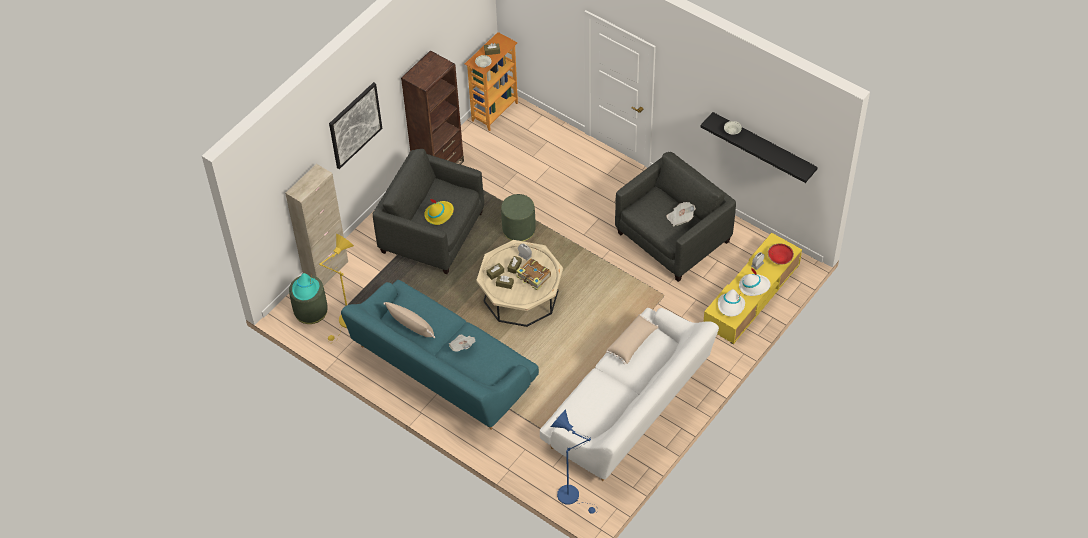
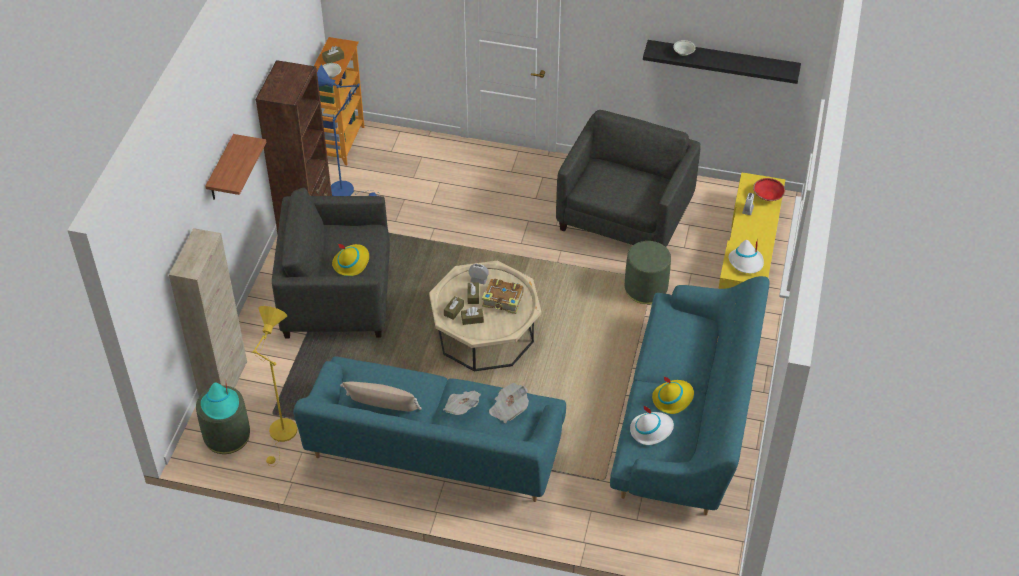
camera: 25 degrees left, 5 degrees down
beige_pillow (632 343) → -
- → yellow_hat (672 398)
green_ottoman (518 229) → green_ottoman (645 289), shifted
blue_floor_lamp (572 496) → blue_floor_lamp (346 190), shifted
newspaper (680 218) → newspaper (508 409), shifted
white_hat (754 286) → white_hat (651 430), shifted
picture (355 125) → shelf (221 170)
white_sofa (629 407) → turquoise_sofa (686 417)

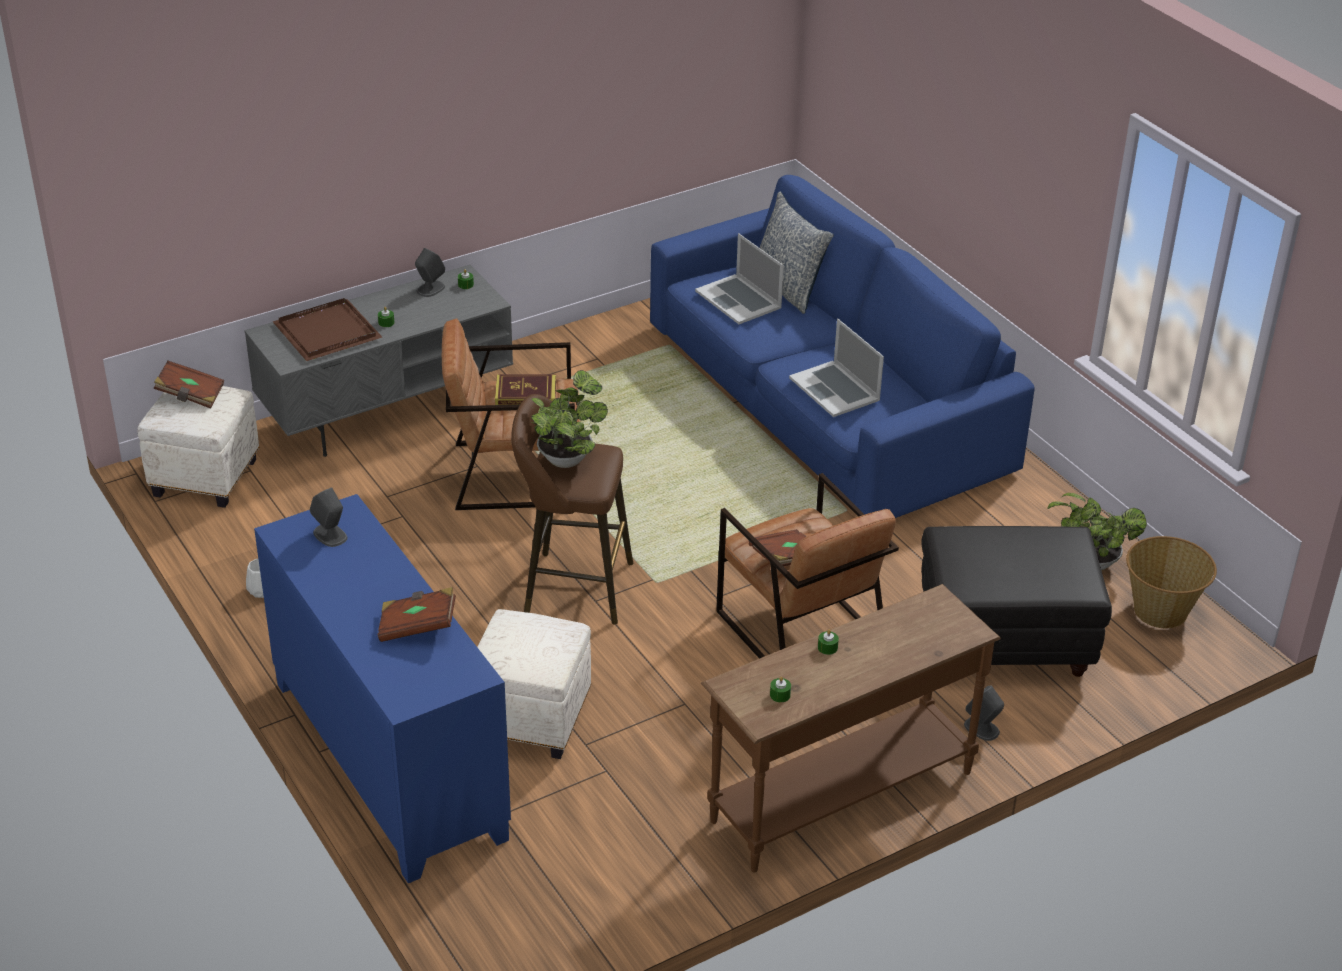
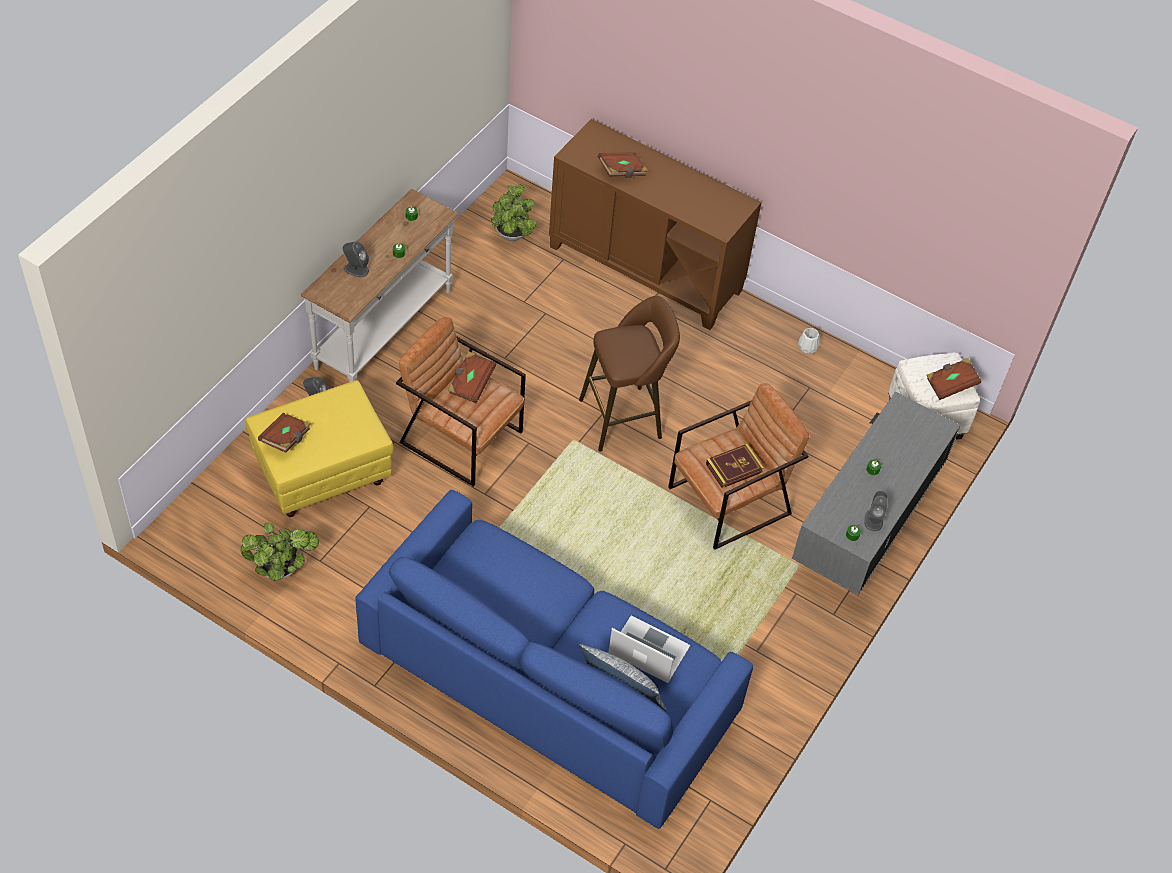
camera: 150 degrees right, 15 degrees up
brown_tray (328 331) → -
white_ottoman (532 720) → -
laptop (835 389) → -
basket (1161 611) → -
- → brown_book (286 439)
grey_speaker (330 535) → grey_speaker (356 269), shifted
potted_plant (567 457) → potted_plant (512 236), shifted
blue_cabinet (386 760) → brown_cabinet (646 268)
brown_console_table (840 795) → white_console_table (385 330)
black_ottoman (1004 641) → yellow_ottoman (323 474)

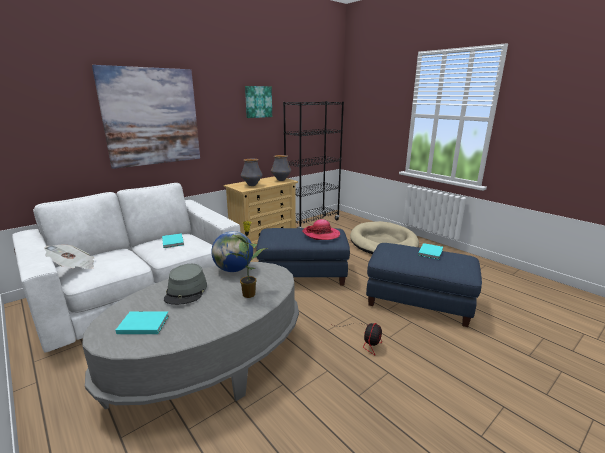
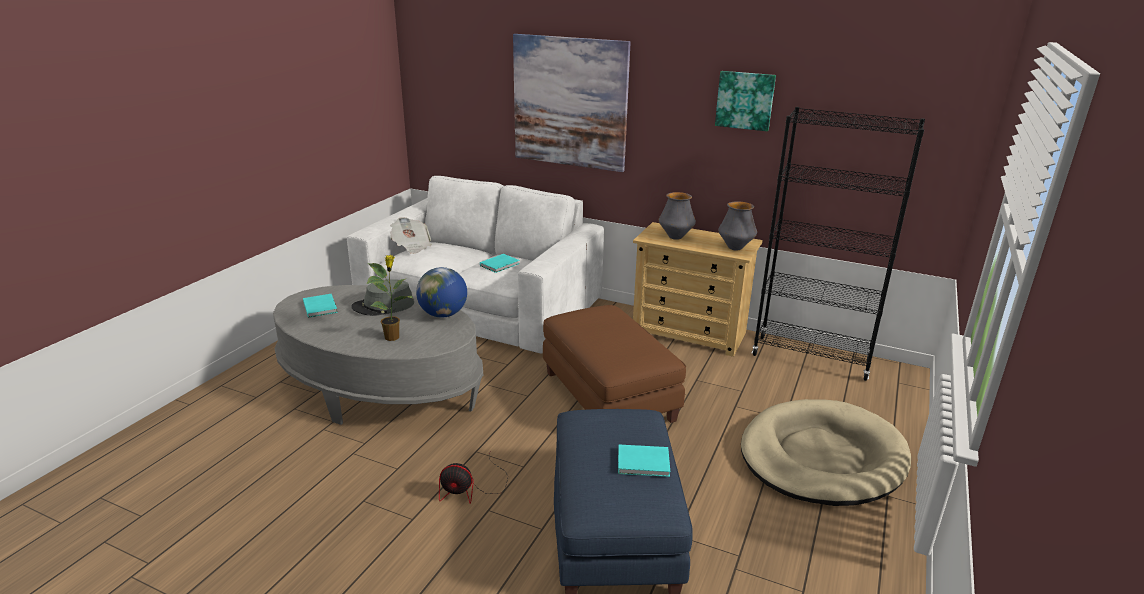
camera: 65 degrees right, 5 degrees up
hat (321 234) → -
blue_ottoman (302 273) → brown_ottoman (608 395)

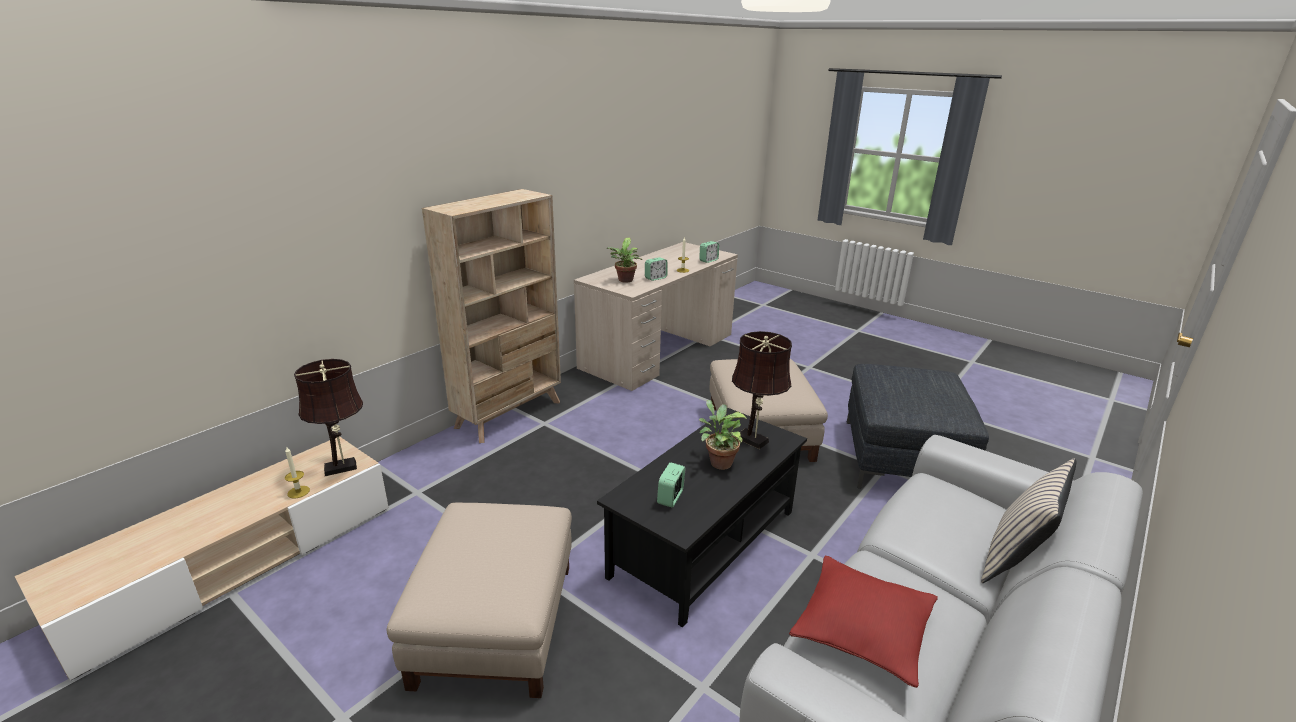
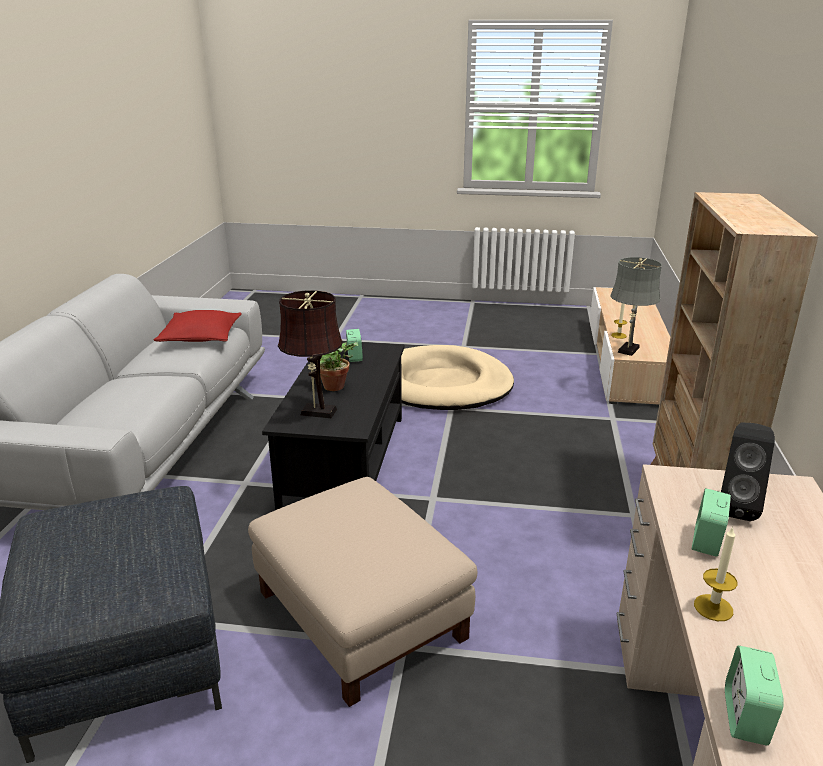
camera: 150 degrees right, 0 degrees up
beige_pillow (1015 559) → -
beige_ottoman (494 622) → beige_dog_bed (443 384)
potted_plant (625 280) → black_speaker (736 507)
brown_table_lamp (344 467) → grey_table_lamp (627 351)

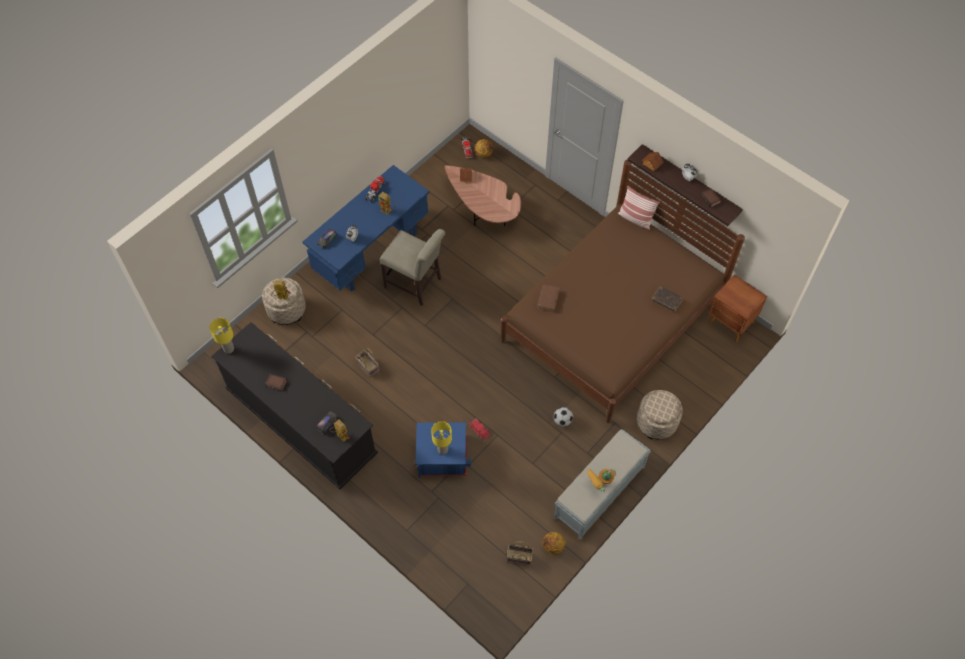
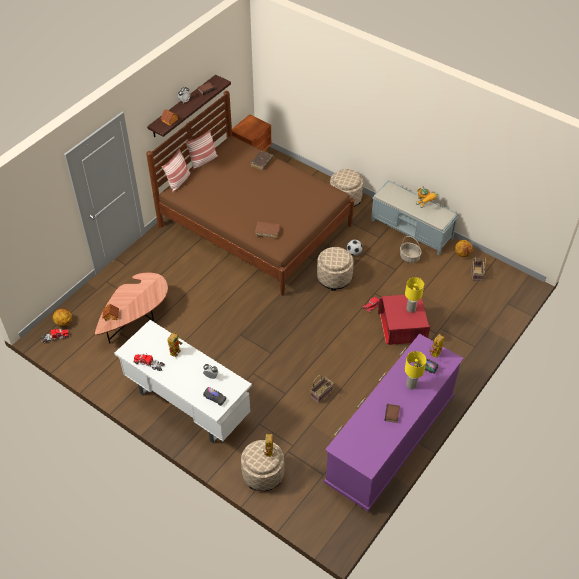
camera: 95 degrees left, 10 degrees down
beige_chair (415 284) → -
- → pillow (203 161)
- → beige_ottoman (334 278)
- → basket (409 257)
yellow_table_lamp (228 349) → yellow_table_lamp (411 385), shifted
black_dresser (301 422) → purple_dresser (390 440)
blue_desk (372 252) → white_desk (187 405)
blue_storage_box (442 455) → red_storage_box (401 329)

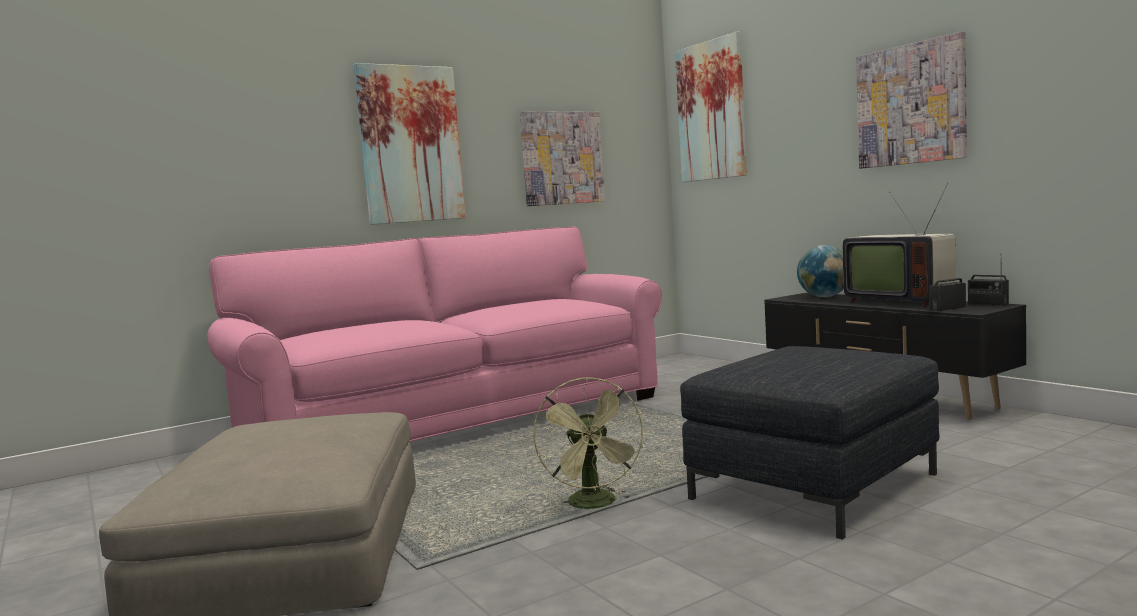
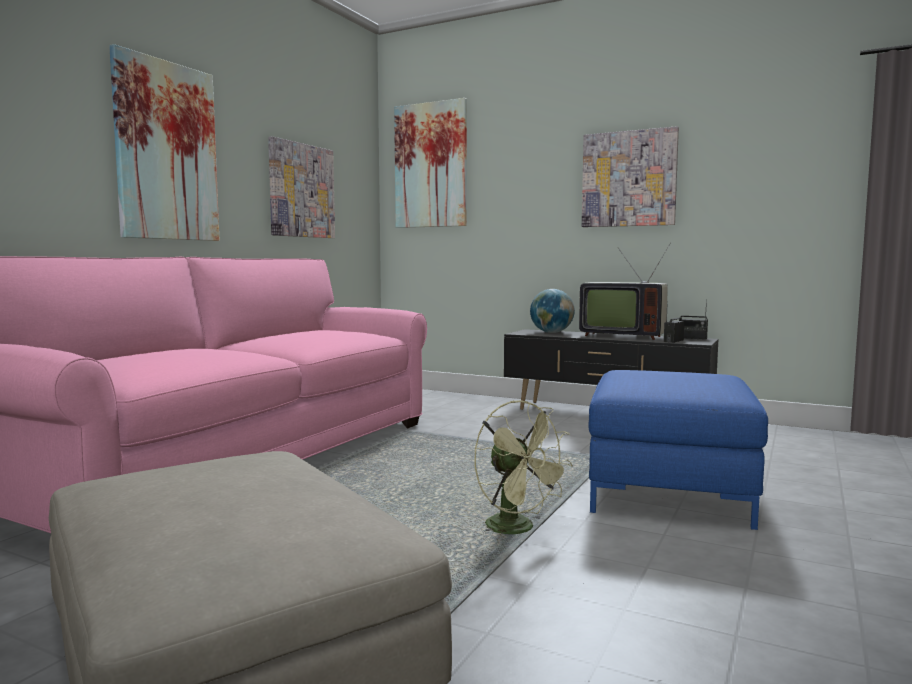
camera: 30 degrees left, 0 degrees up
grey_ottoman (813 486) → blue_ottoman (668 489)

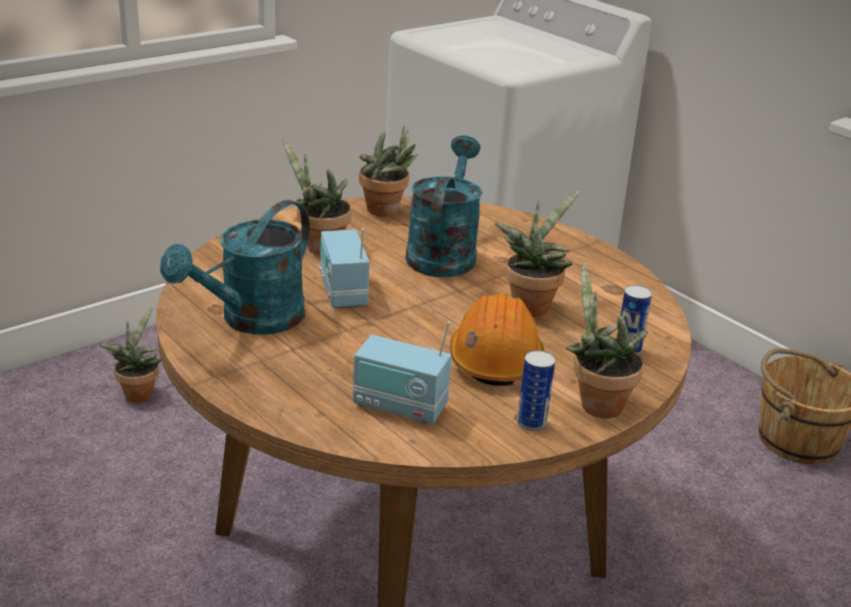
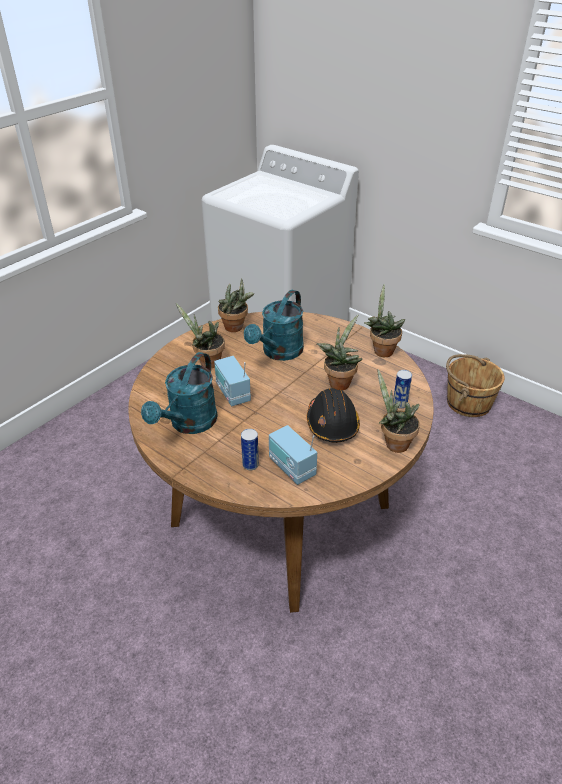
camera: 10 degrees left, 10 degrees up
potted_plant (138 393) → potted_plant (381 350), shifted
can (531 423) → can (250 465), shifted
orange_hard_hat (495 359) → black_hard_hat (332 424)
radio (399 407) → radio (291 468), 45 degrees clockwise
turquoise_watering_can (443 252) → turquoise_watering_can (279 353), 150 degrees counterclockwise

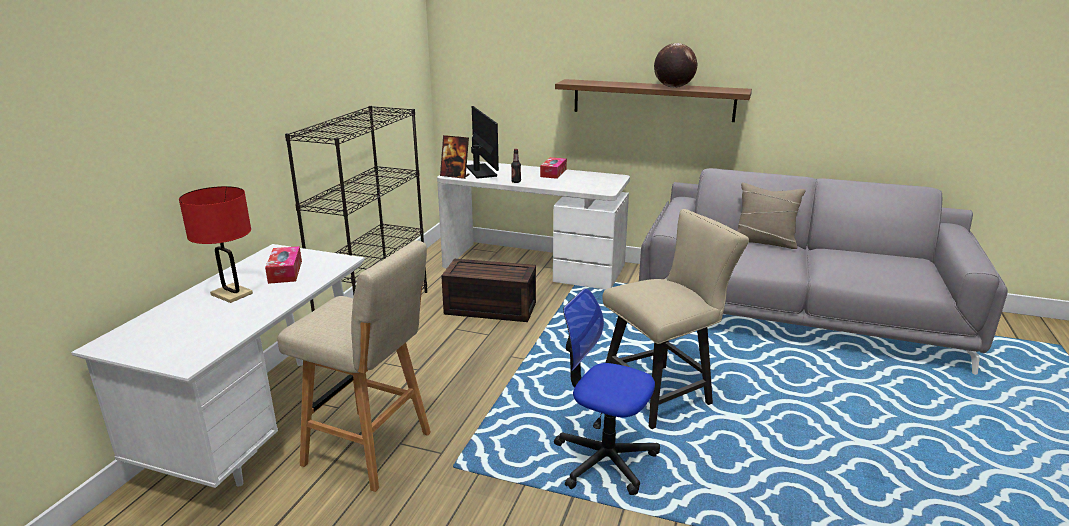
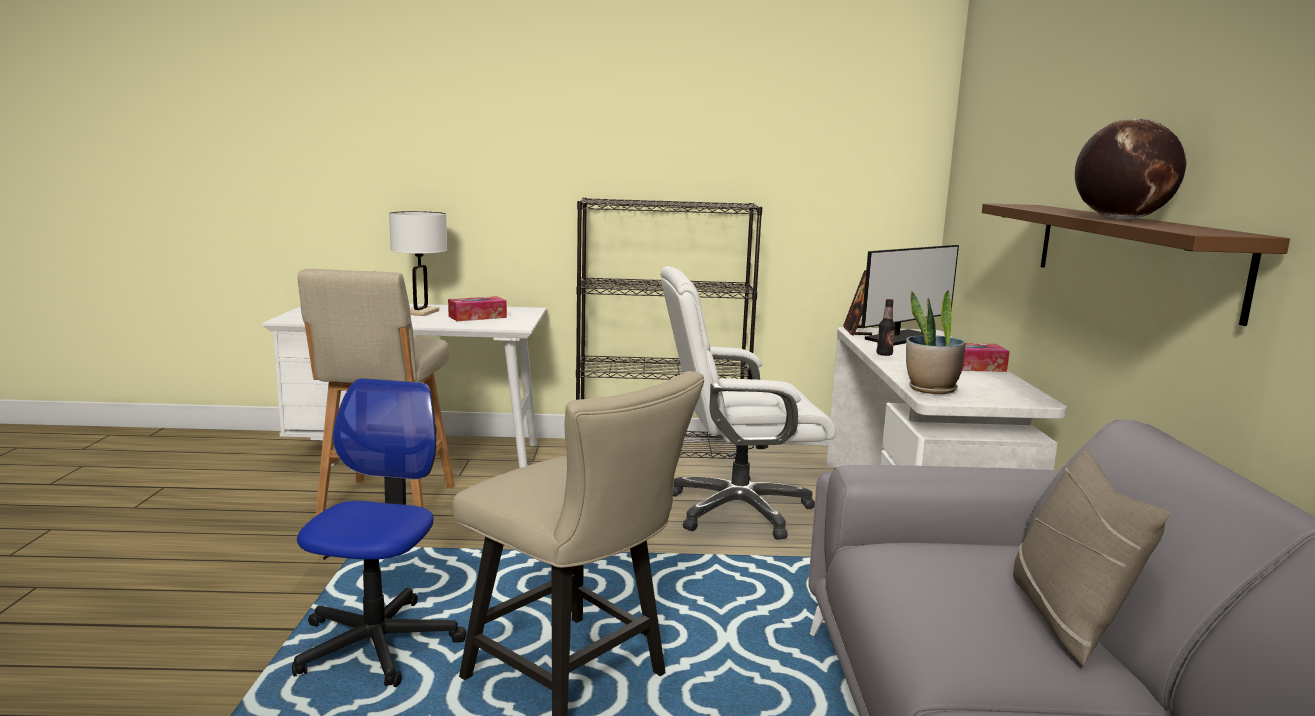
camera: 70 degrees right, 10 degrees down
- → potted_plant (931 389)
brown_storage_box (489 309) → white_office_chair (737 509)
red_table_lamp (232 294) → white_table_lamp (421 312)

